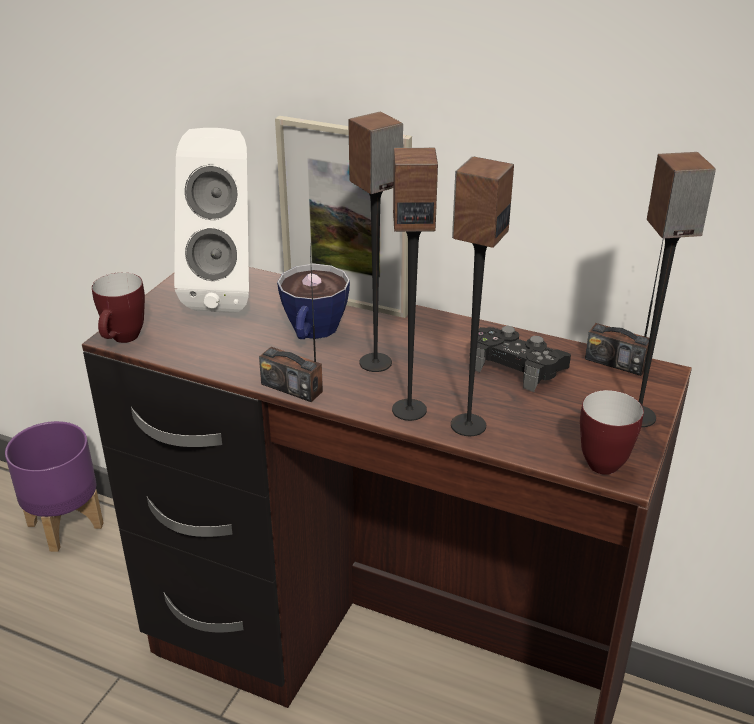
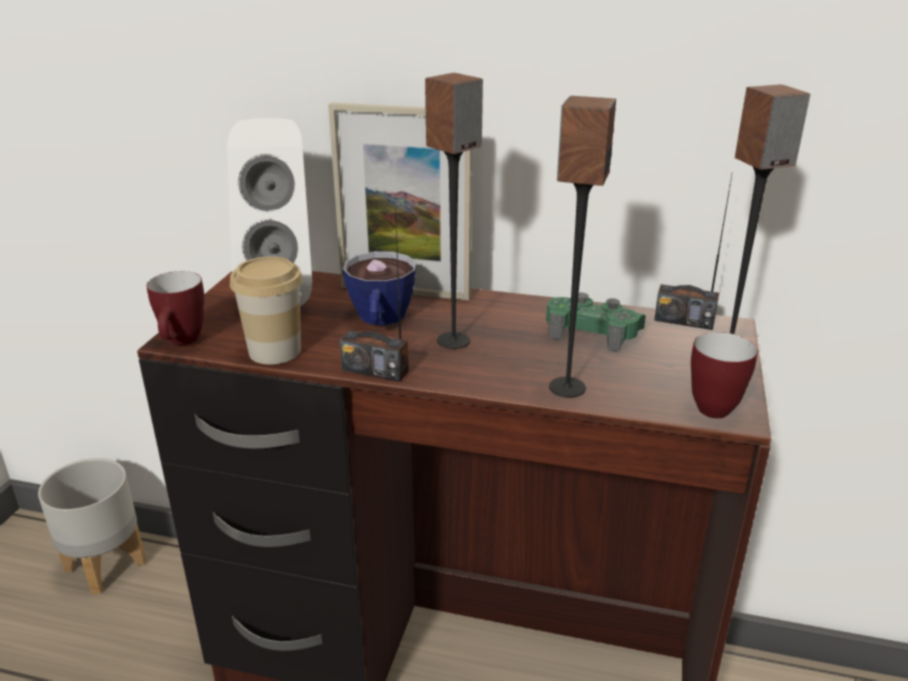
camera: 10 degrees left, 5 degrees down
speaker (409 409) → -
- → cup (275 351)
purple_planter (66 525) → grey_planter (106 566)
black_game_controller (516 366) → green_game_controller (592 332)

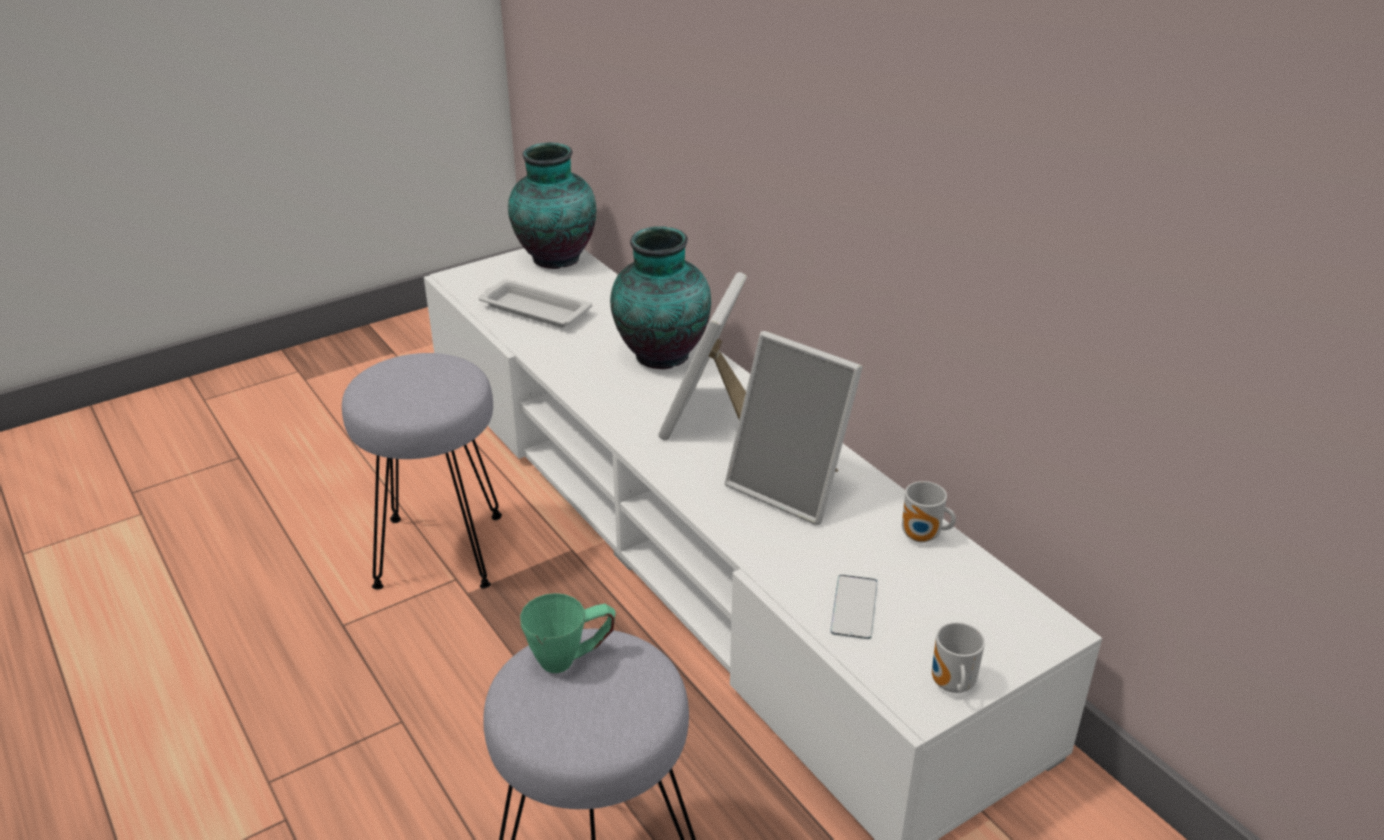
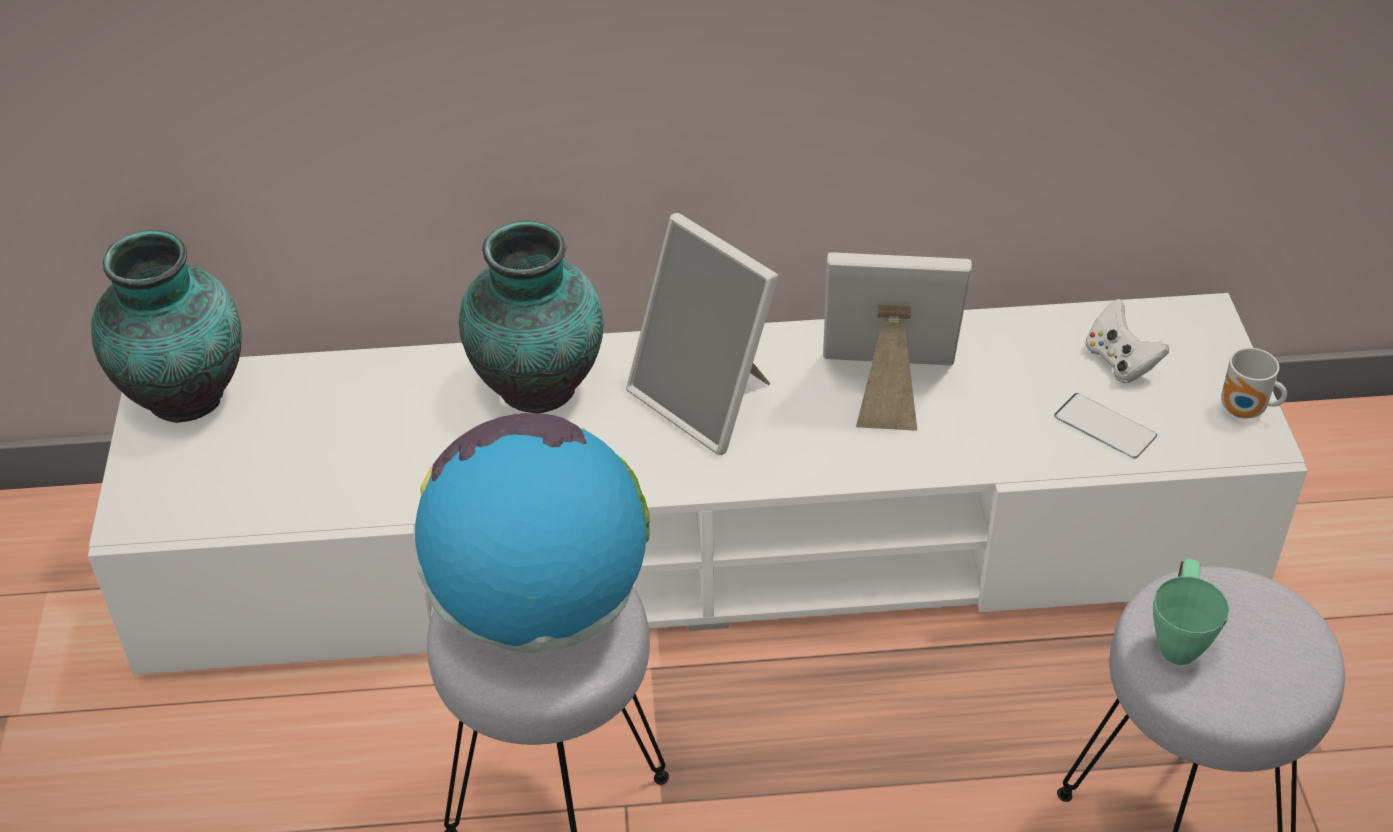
camera: 60 degrees left, 10 degrees up
white_tray (533 310) → -
mug (922 537) → -
- → globe (541 607)
- → white_game_controller (1119 362)
picture_frame (792 487) → picture_frame (886 388), 150 degrees counterclockwise

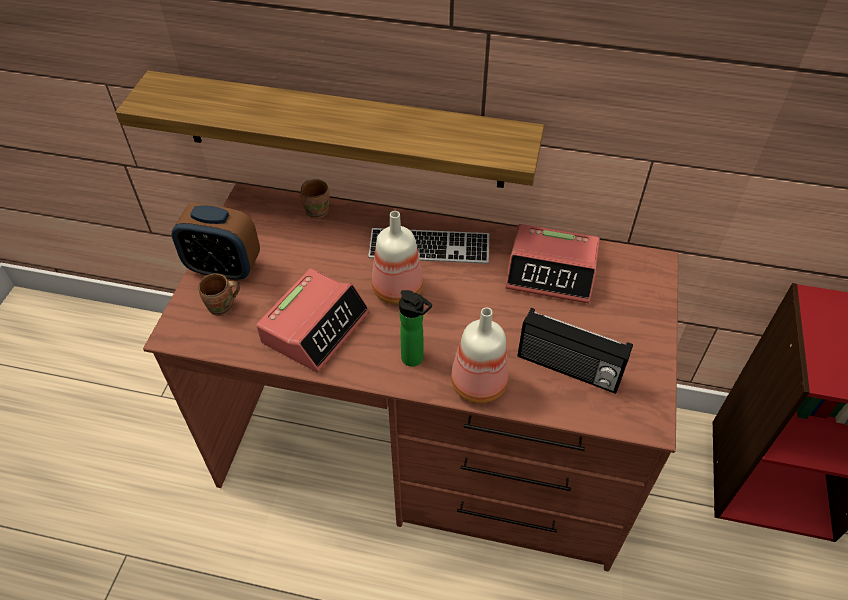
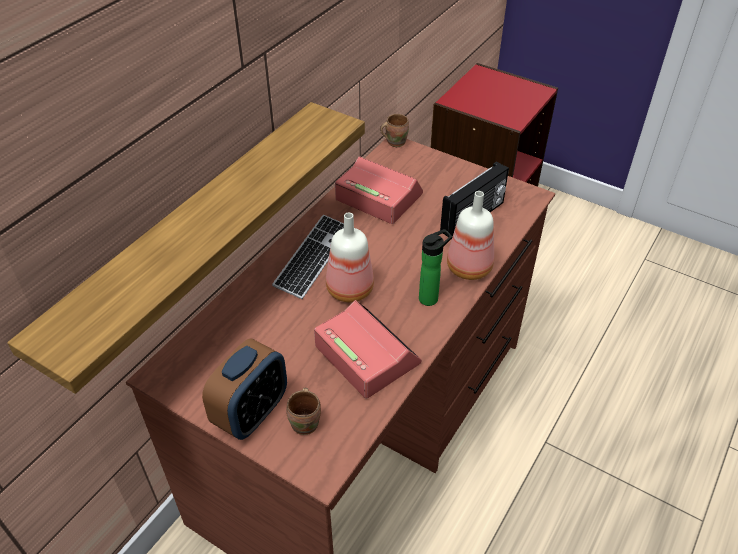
camera: 70 degrees left, 5 degrees down
brown_mug (317 210) → brown_mug (395 141), shifted
alarm_clock (551 272) → alarm_clock (378 197), 90 degrees counterclockwise

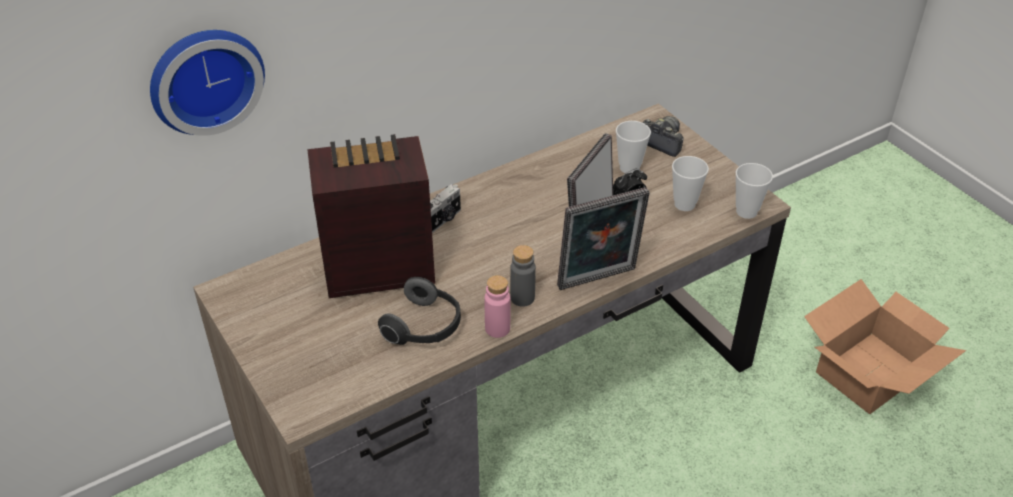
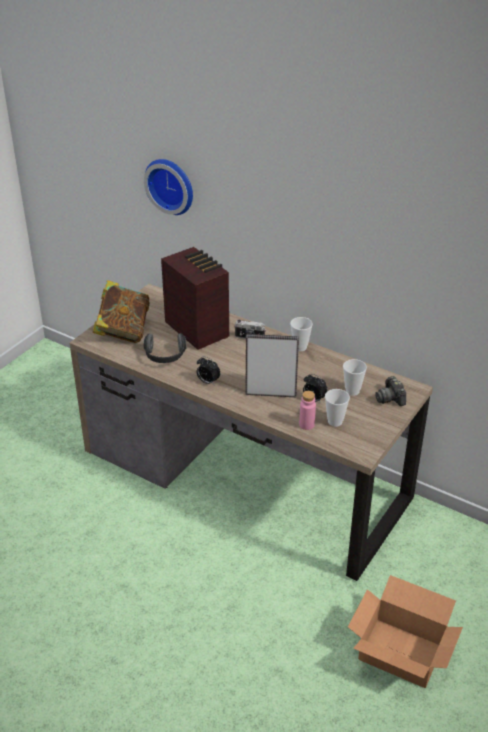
camera: 65 degrees right, 5 degrees down
picture_frame (598 281) → -
- → book (123 331)
pink_bottle (497 328) → pink_bottle (306 425), shifted
cup (746 211) → cup (300 347), shifted
grey_bottle (522 298) → alarm_clock (207 382)
photo_camera (663 142) → photo_camera (390 398), 150 degrees clockwise

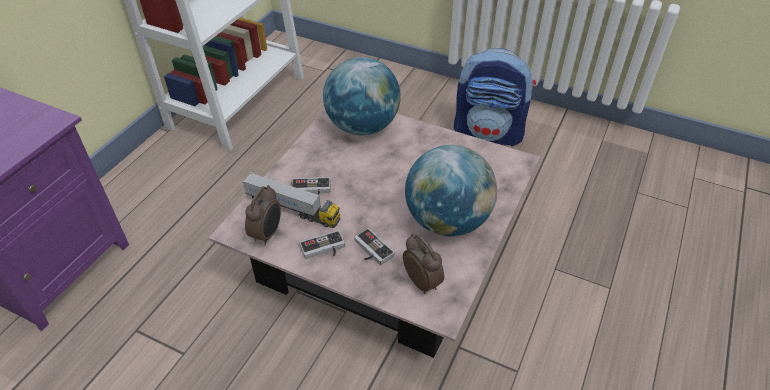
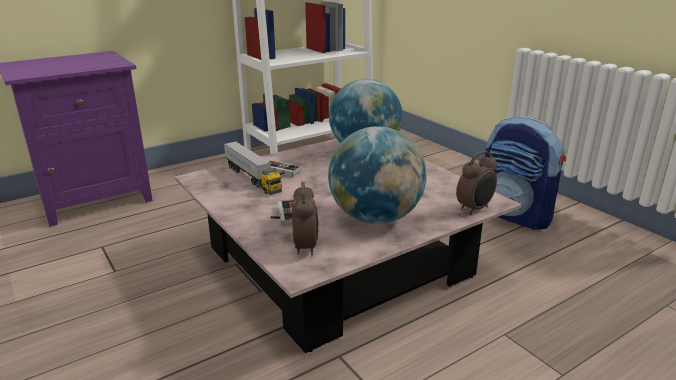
camera: 30 degrees right, 20 degrees down
game_controller (323 249) → -
alarm_clock (267 234) → alarm_clock (475 209), shifted

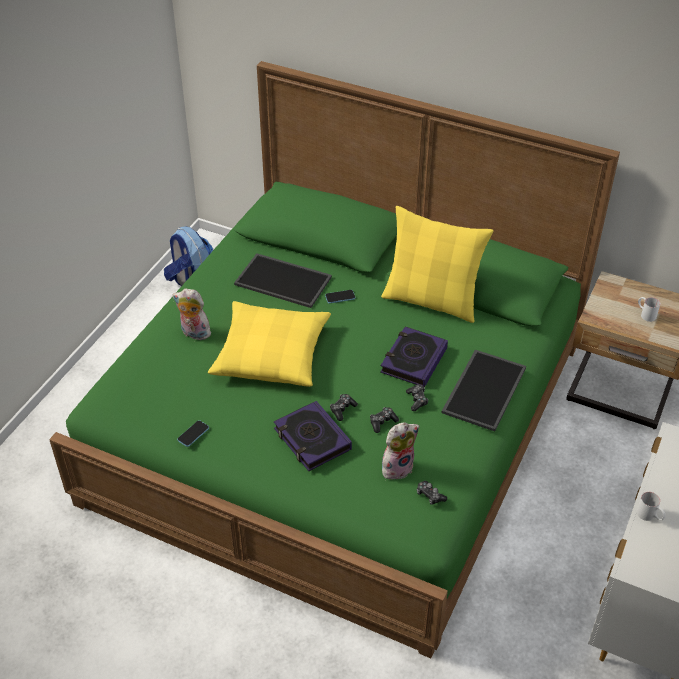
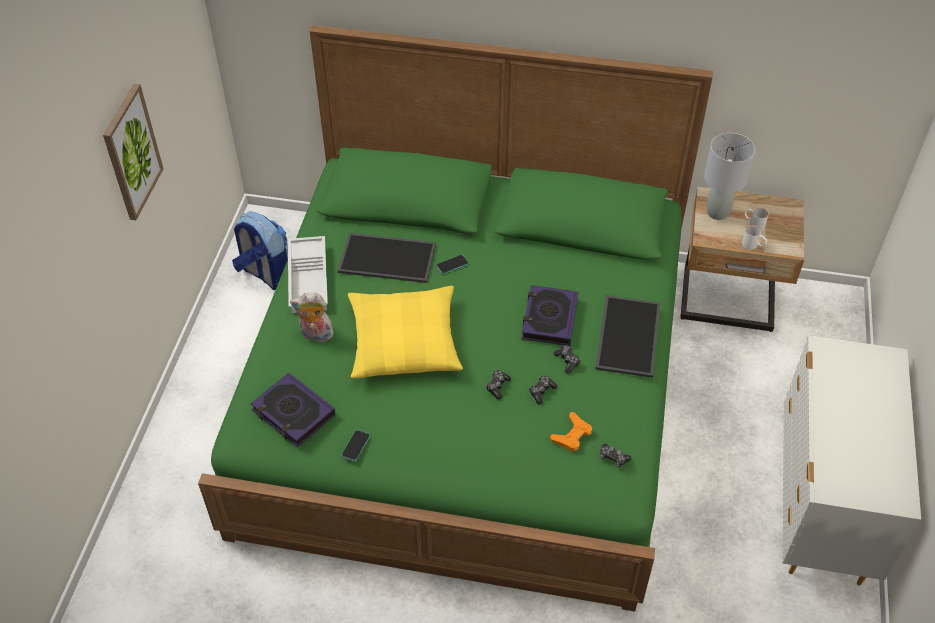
camera: 15 degrees left, 5 degrees up
yellow_pillow (431 300) → -
- → picture (131 152)
- → white_tray (310 279)
- → grey_table_lamp (717 212)
book (312 439) → book (293 413), shifted
white_mug (649 516) → white_mug (753 246), shifted
plush_toy (397 467) → orange_game_controller (572 435)

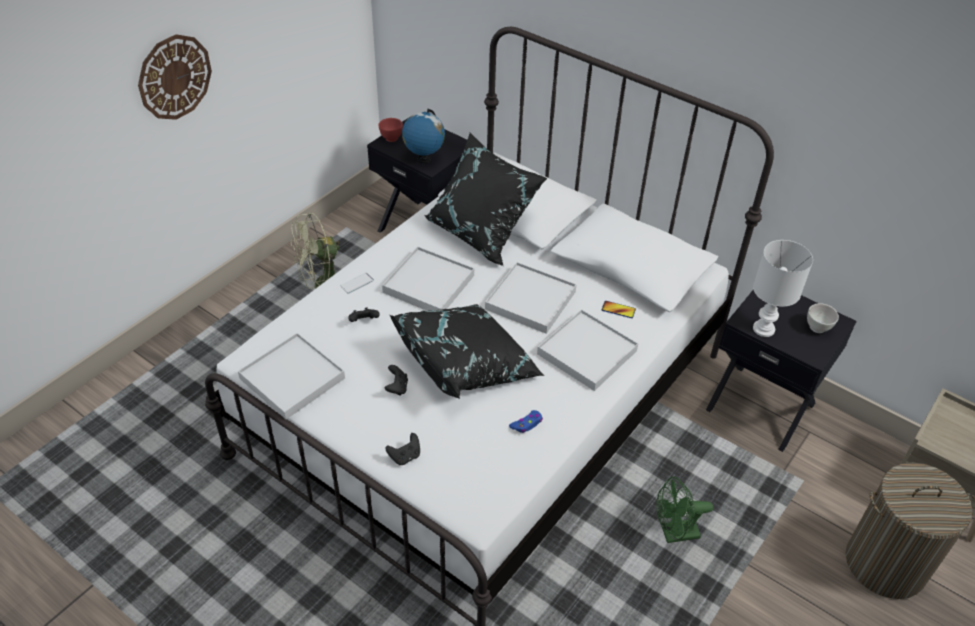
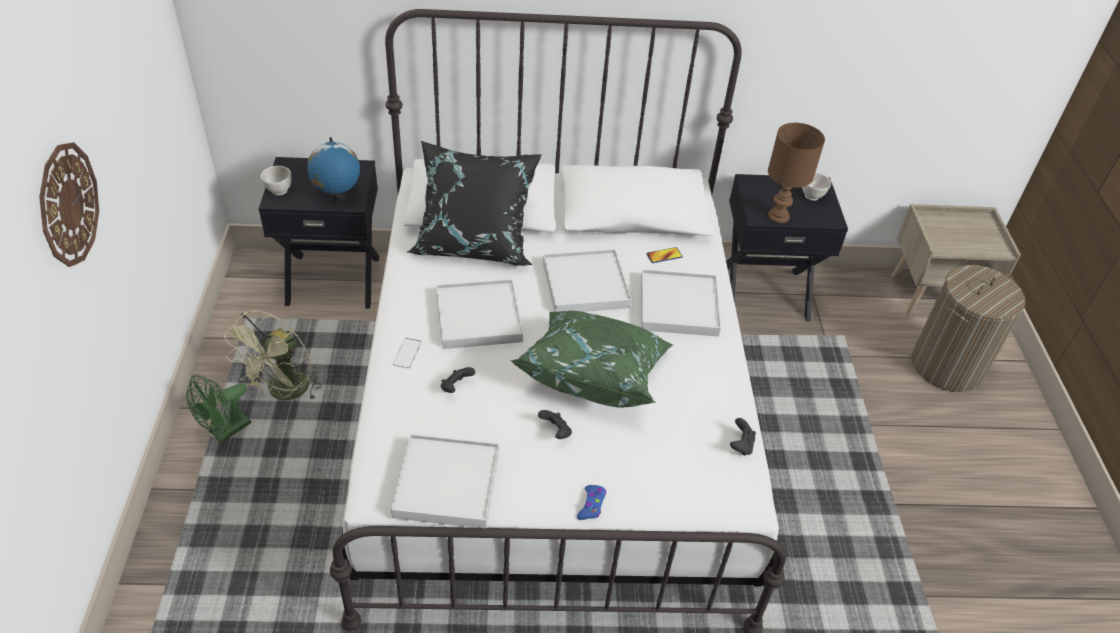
camera: 40 degrees left, 0 degrees up
black_game_controller (405 456) → black_game_controller (741 445), shifted
blue_game_controller (527 424) → blue_game_controller (591 505), shifted
green_fan (674 534) → green_fan (225 431), shifted
red_bowl (391 138) → white_bowl (278 191)
black_pillow (467 365) → green_pillow (594 374)
white_table_lamp (763 328) → brown_table_lamp (778 216)

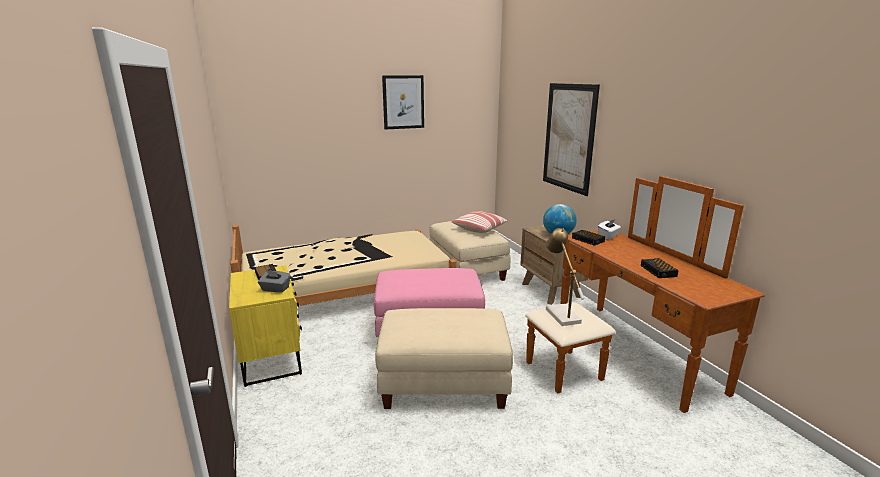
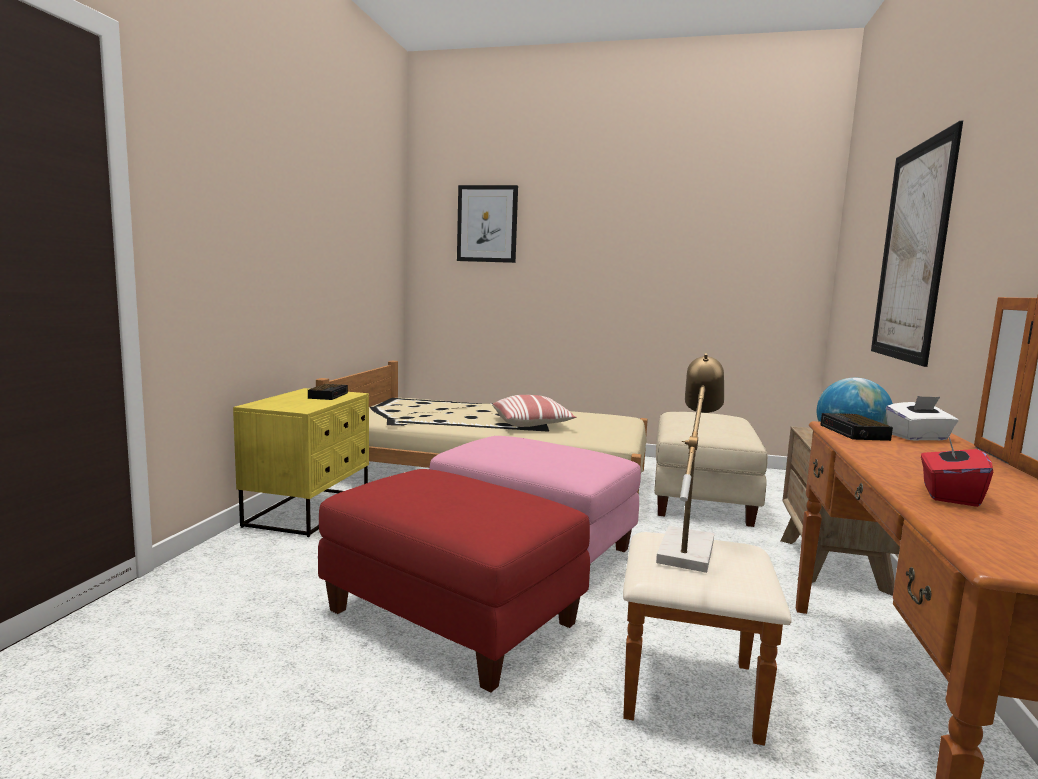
camera: 35 degrees right, 10 degrees down
grey_tissue_box (275 289) → -
picture (403 102) → picture (487 224), shifted
pillow (480 229) → pillow (532 424), shifted
alarm_clock (658 271) → red_tissue_box (948 495)
beige_ottoman (443 384) → red_ottoman (449 617)

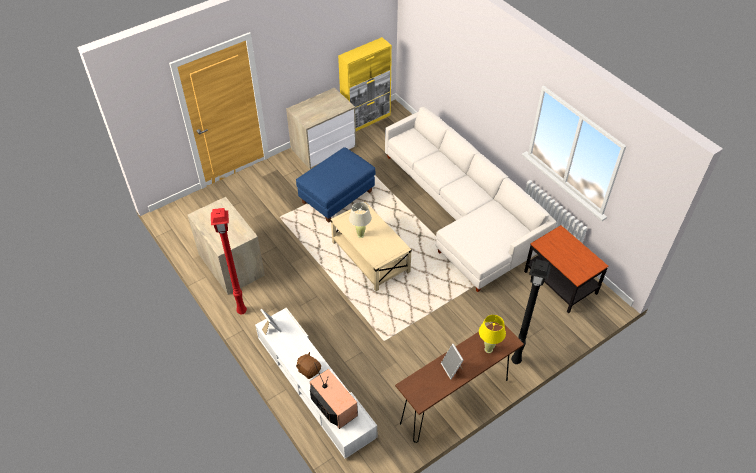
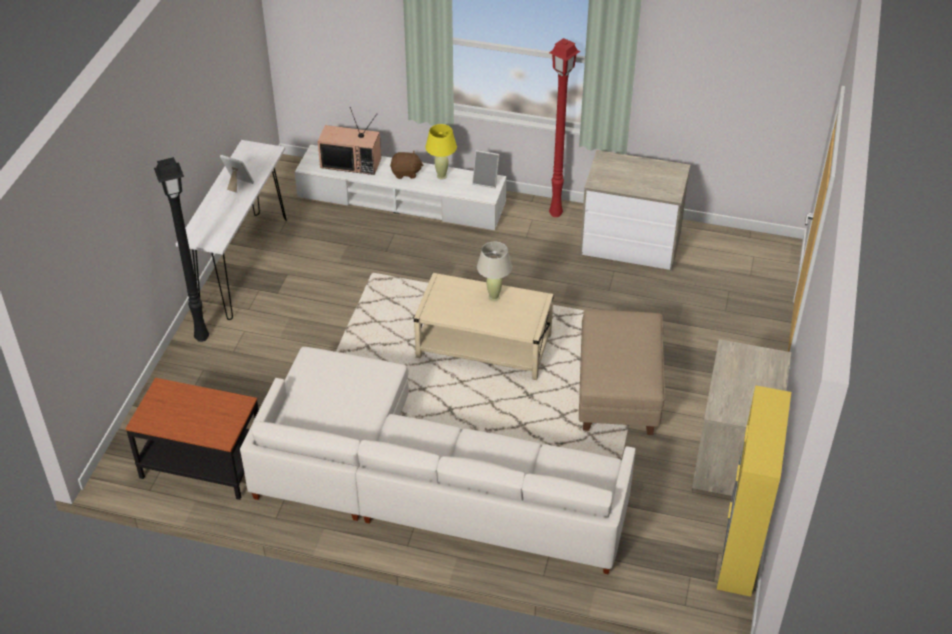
camera: 140 degrees right, 5 degrees down
yellow_table_lamp (488 349) → yellow_table_lamp (441 176), shifted
blue_ottoman (337 196) → beige_ottoman (618 393)
brown_console_table (455 401) → white_console_table (244 265)

